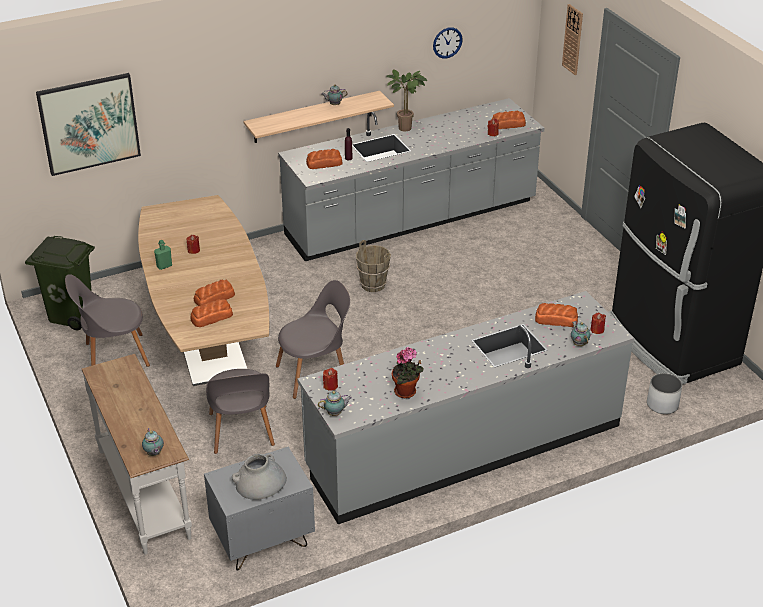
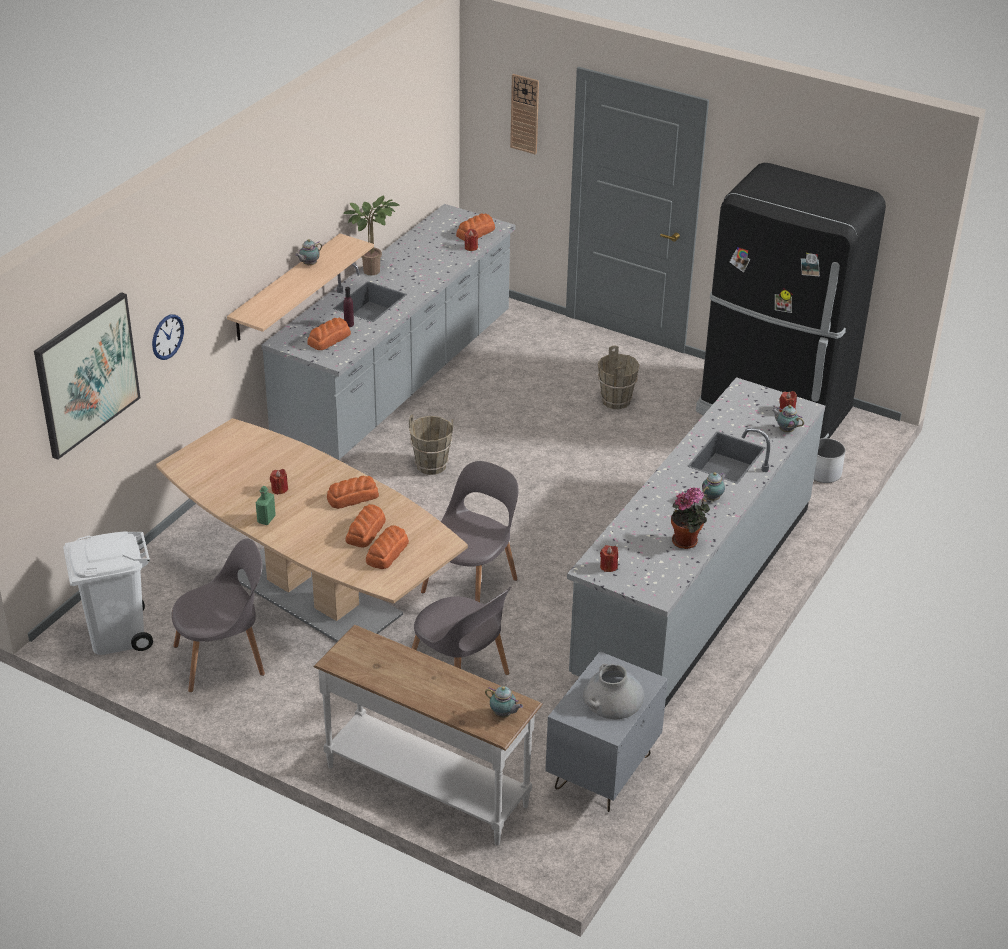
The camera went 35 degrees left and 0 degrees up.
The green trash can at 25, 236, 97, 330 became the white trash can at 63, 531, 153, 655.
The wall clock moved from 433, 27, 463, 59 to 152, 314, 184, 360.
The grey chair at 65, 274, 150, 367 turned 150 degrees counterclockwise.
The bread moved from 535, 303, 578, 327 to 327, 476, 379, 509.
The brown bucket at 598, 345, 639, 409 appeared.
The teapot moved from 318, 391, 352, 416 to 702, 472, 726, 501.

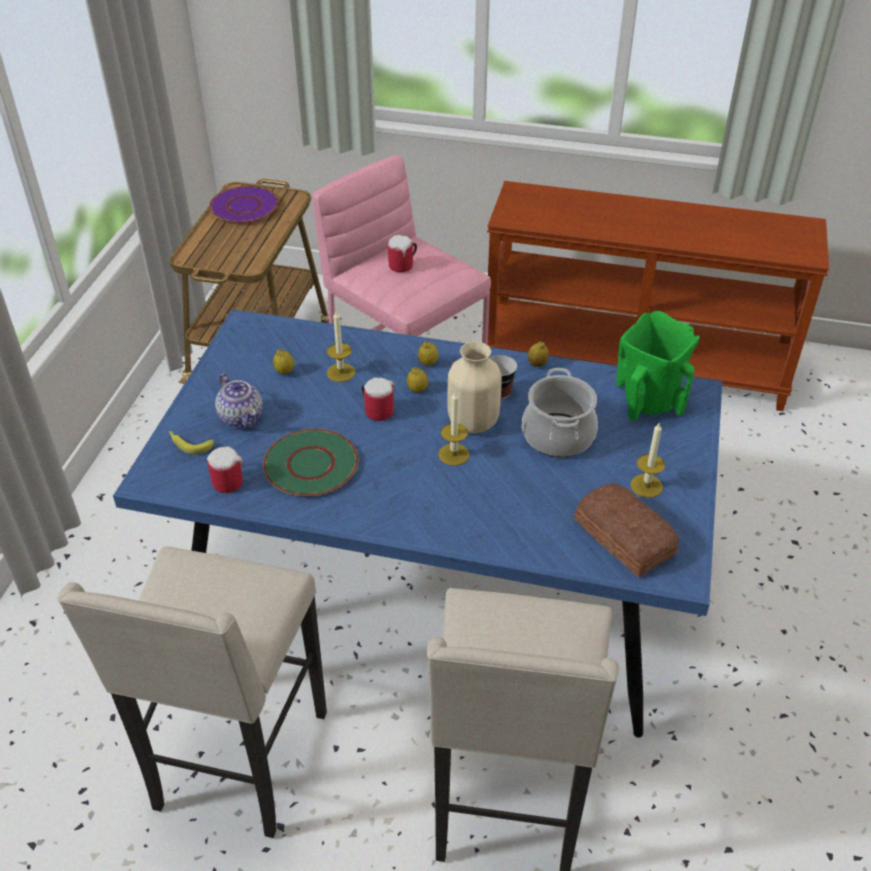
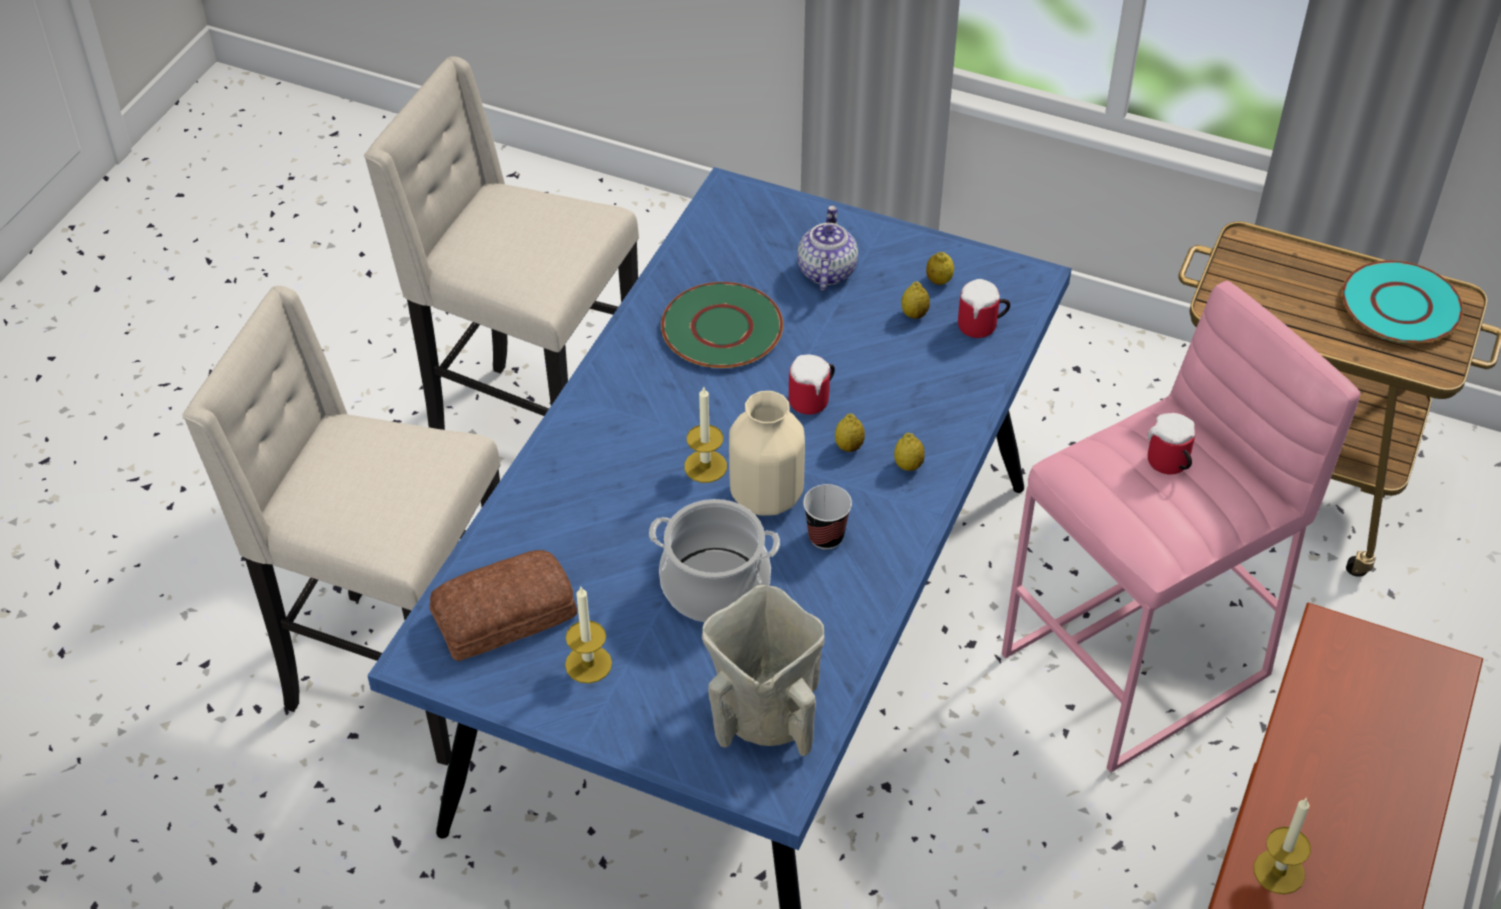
The camera went 100 degrees right and 5 degrees up.
The green vase at 616, 311, 700, 421 became the beige vase at 702, 585, 824, 756.
The teapot at 215, 373, 263, 428 turned 120 degrees clockwise.
The lemon moved from 528, 342, 549, 367 to 926, 252, 954, 285.
The mug moved from 207, 446, 243, 493 to 958, 279, 1010, 338.
The candle moved from 327, 311, 355, 382 to 1254, 797, 1311, 894.
The purple plate at 209, 186, 279, 223 became the turquoise plate at 1342, 260, 1463, 343.
The banana at 168, 431, 214, 455 disappeared.

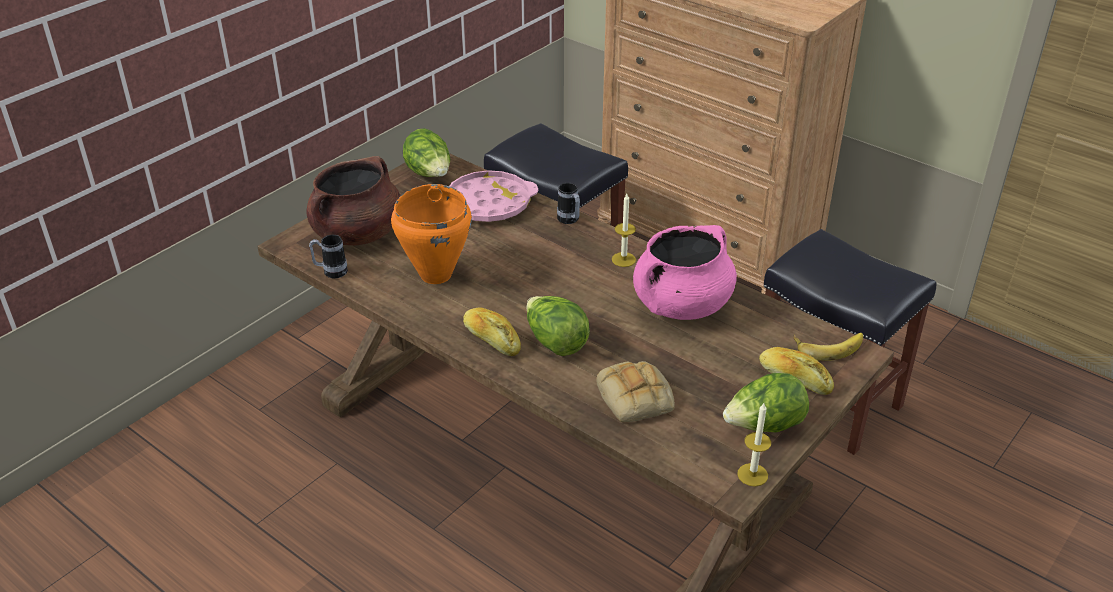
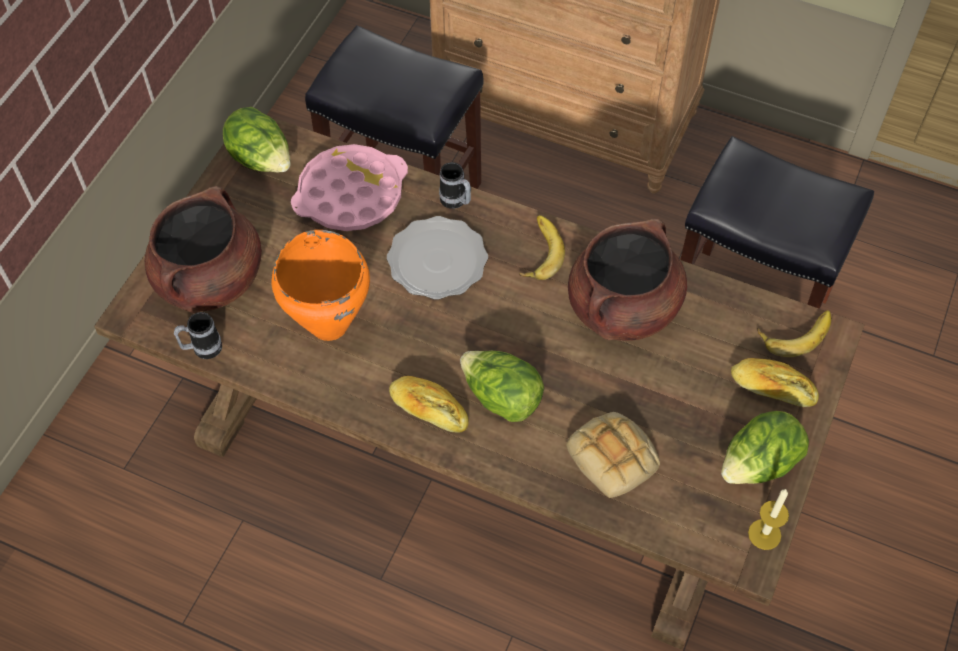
The camera went 15 degrees left and 20 degrees up.
The plate at 387, 216, 488, 300 appeared.
The candle at 612, 194, 636, 267 was replaced by the banana at 519, 215, 565, 280.
The pink cooking pot at 633, 225, 737, 320 became the brown cooking pot at 568, 219, 687, 341.

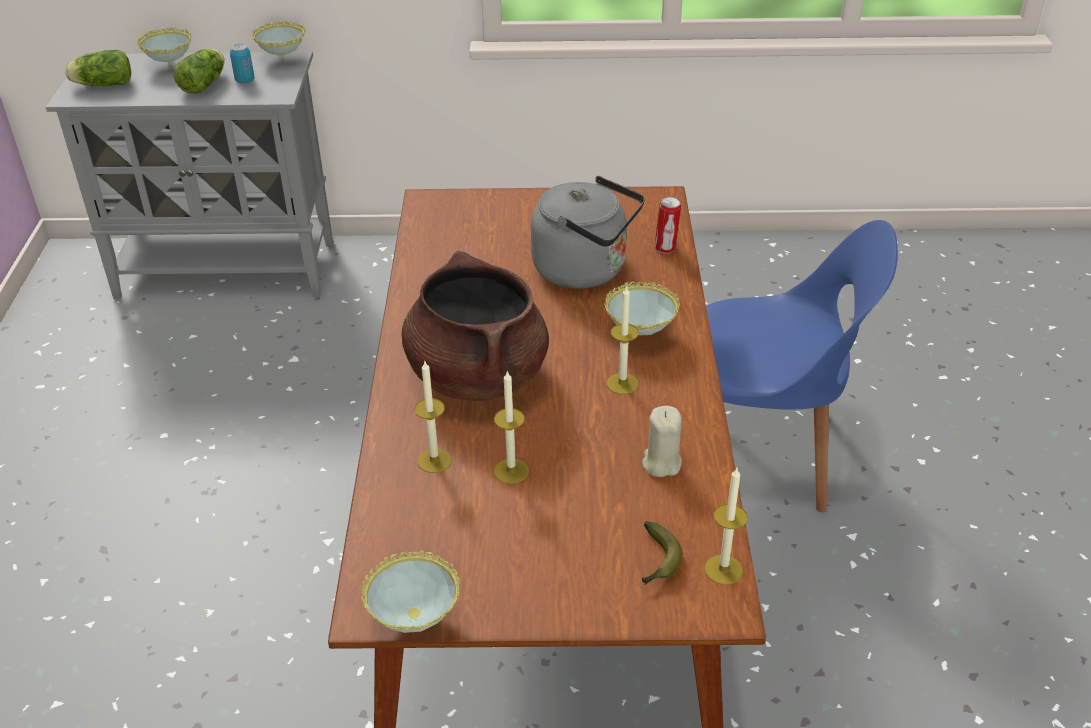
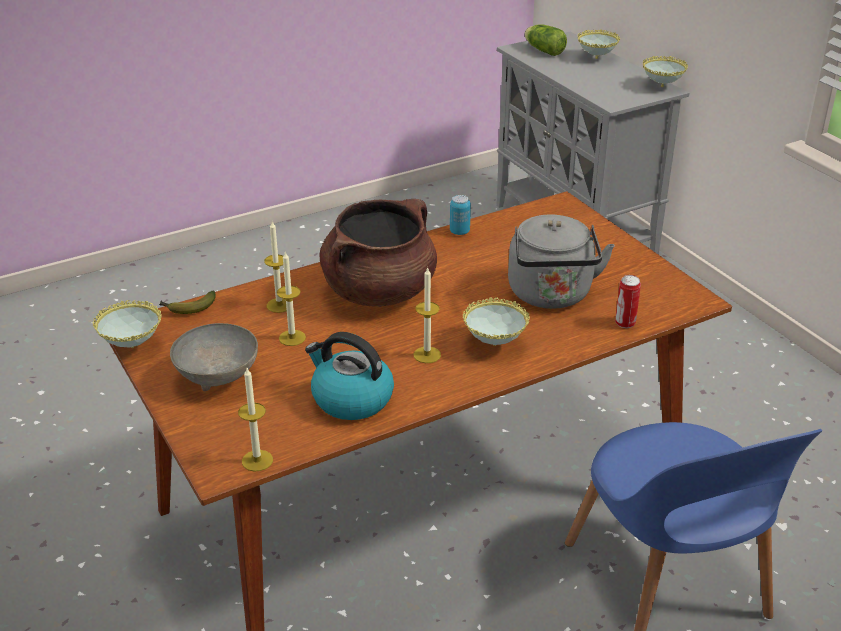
The camera went 60 degrees right and 5 degrees down.
The banana moved from 642, 521, 683, 585 to 159, 291, 216, 314.
The grey bowl at 170, 323, 258, 391 appeared.
The beige candle at 642, 406, 682, 477 was replaced by the kettle at 305, 332, 394, 420.
The can moved from 230, 44, 255, 84 to 450, 195, 471, 235.
The lettuce at 174, 49, 225, 94 disappeared.

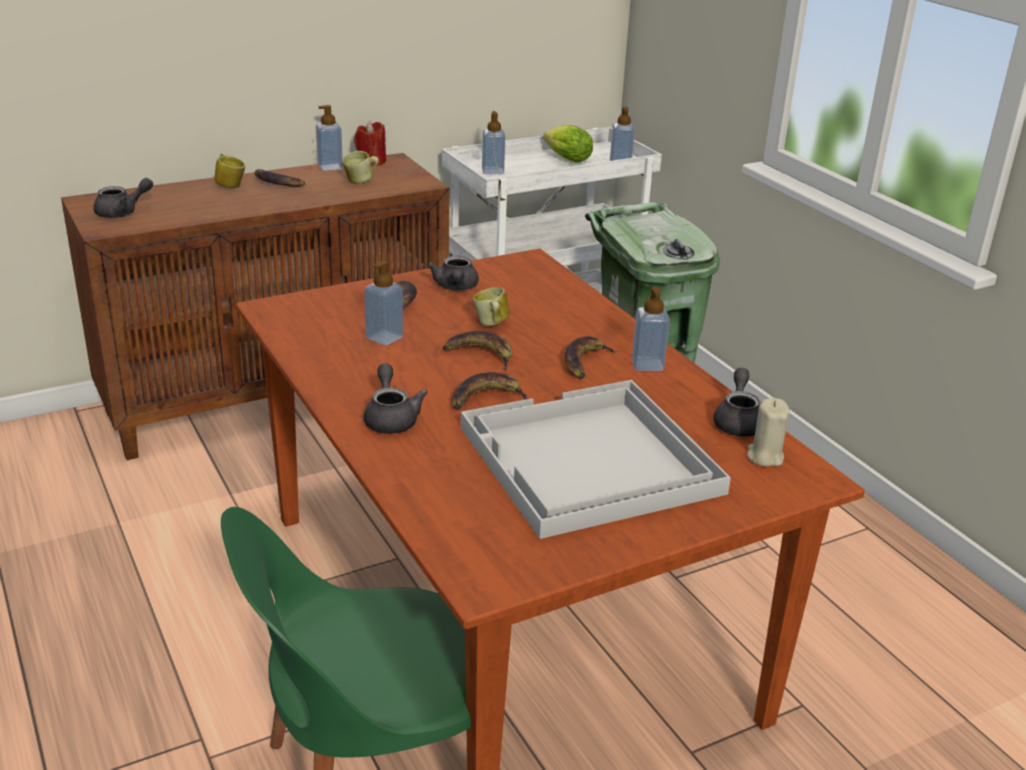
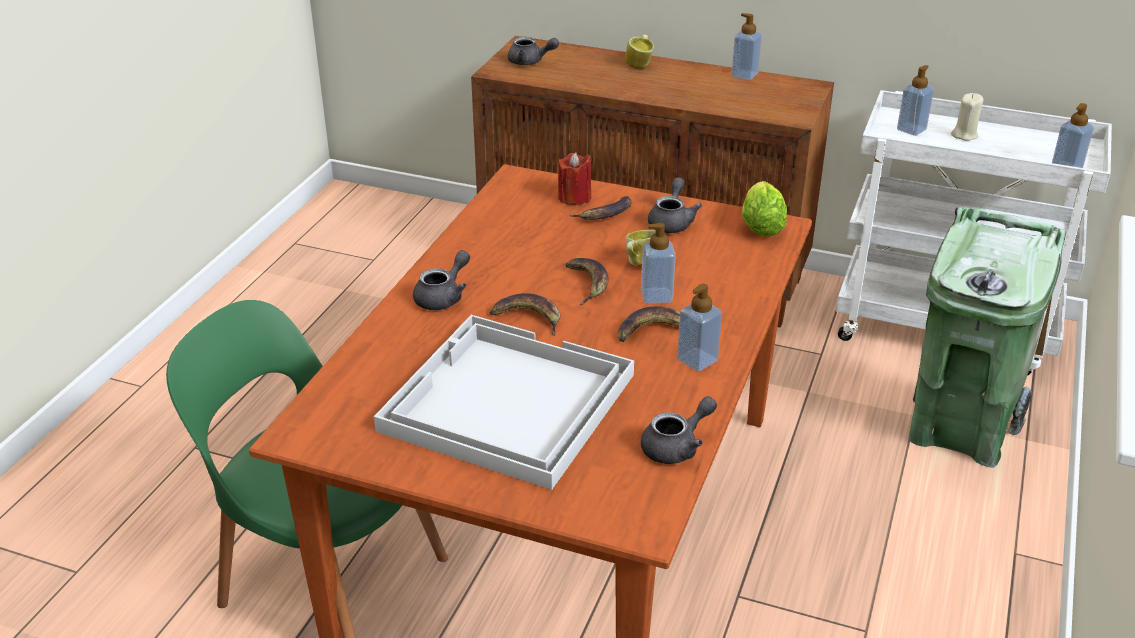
The camera went 50 degrees right and 5 degrees up.
The red candle moved from 354, 121, 386, 167 to 558, 152, 592, 205.
The soap dispenser moved from 364, 261, 404, 346 to 641, 223, 676, 304.
The grey teapot at 427, 256, 479, 291 turned 150 degrees clockwise.
The lettuce moved from 543, 125, 593, 162 to 742, 181, 787, 237.
The beige candle moved from 747, 398, 789, 467 to 951, 93, 983, 141.
The banana at 254, 169, 305, 187 disappeared.
The mug at 342, 151, 379, 184 disappeared.

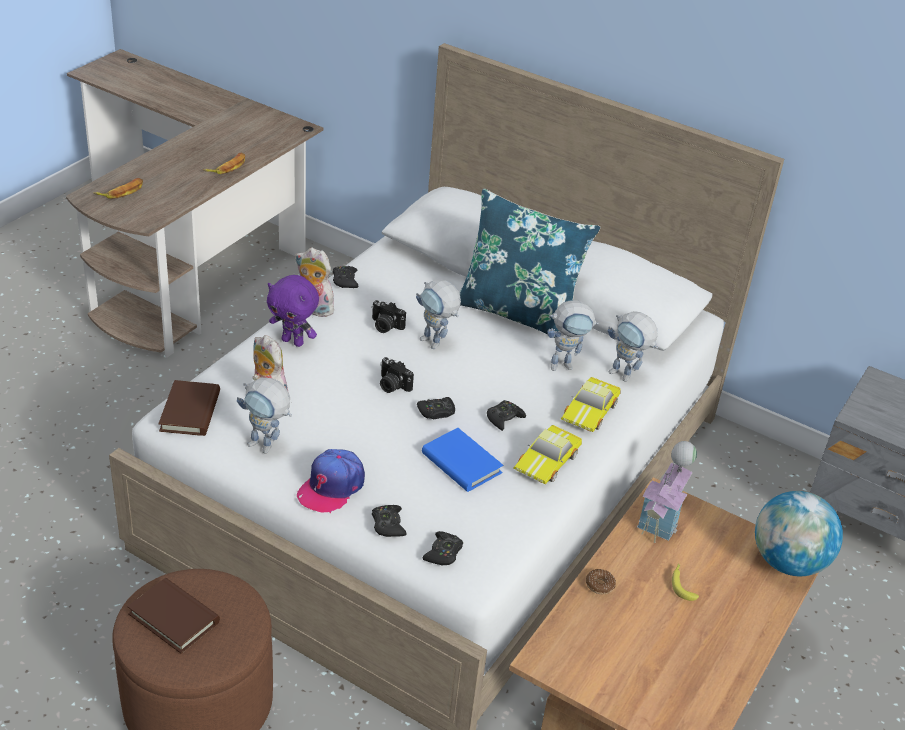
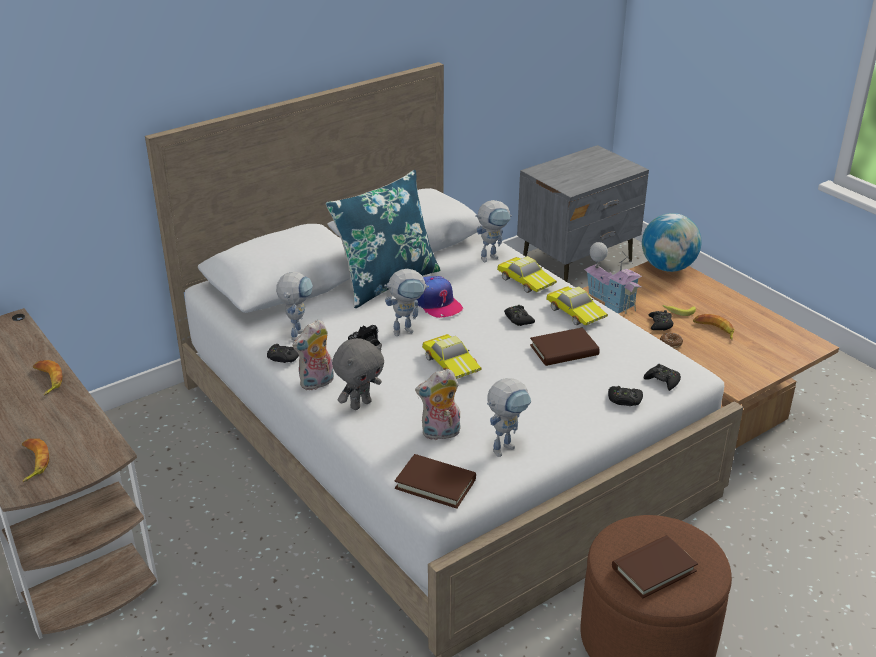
The camera went 65 degrees left and 5 degrees down.
The toy robot moved from 547, 300, 599, 371 to 276, 272, 313, 341.
The purple plush toy at 267, 275, 319, 347 became the grey plush toy at 332, 338, 384, 410.
The cap moved from 297, 449, 365, 513 to 417, 276, 463, 318.
The photo camera at 380, 357, 414, 393 was replaced by the toy car at 422, 334, 482, 379.
The blue book at 422, 428, 503, 492 became the brown book at 530, 327, 600, 366.
The black game controller moved from 417, 397, 455, 419 to 649, 310, 673, 331.
The banana at 693, 314, 734, 340 appeared.

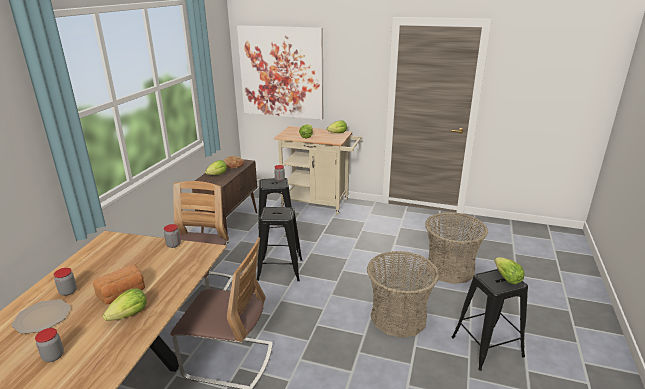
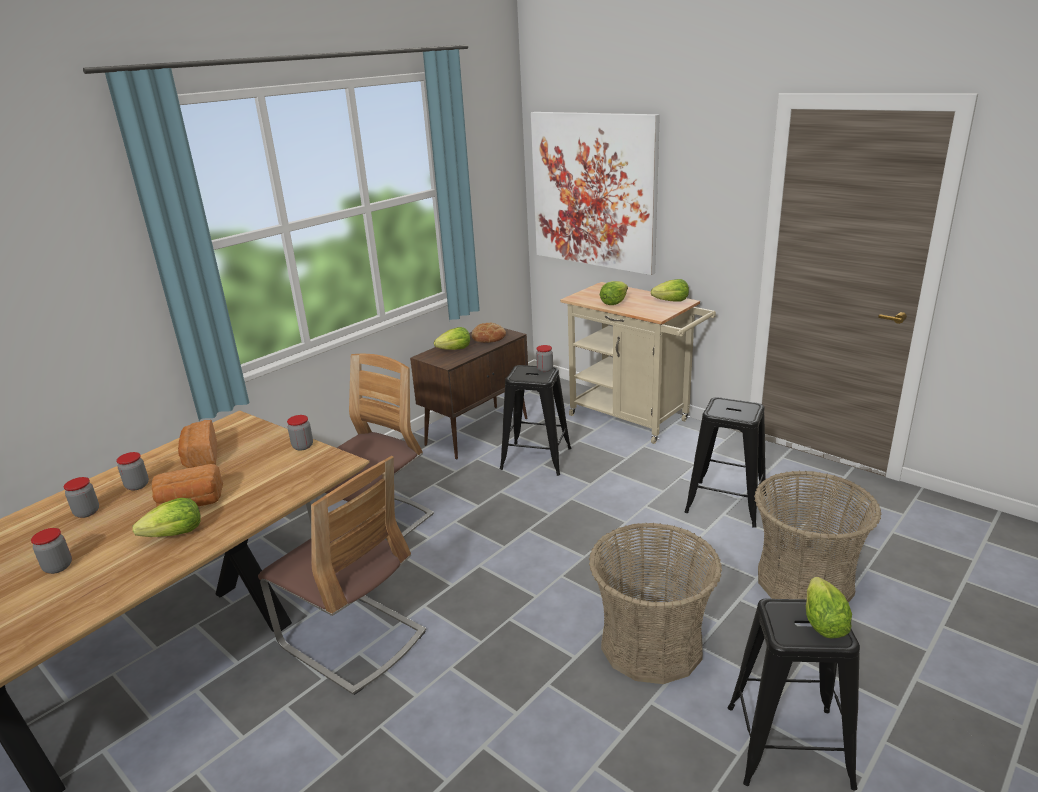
The camera went 25 degrees right and 0 degrees up.
The plate at 11, 299, 71, 334 was replaced by the jar at 63, 477, 99, 518.
The bread at 178, 420, 217, 468 appeared.
The black stool moved from 257, 207, 302, 281 to 684, 397, 767, 528.

